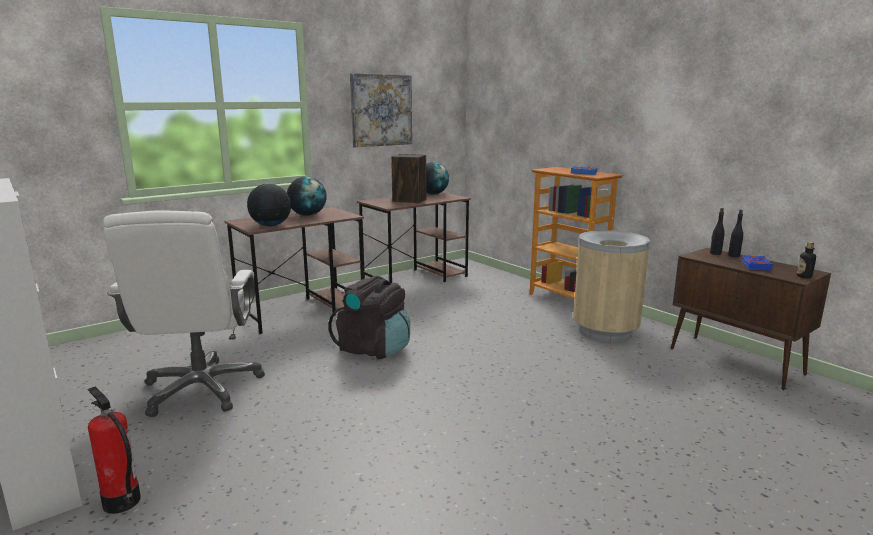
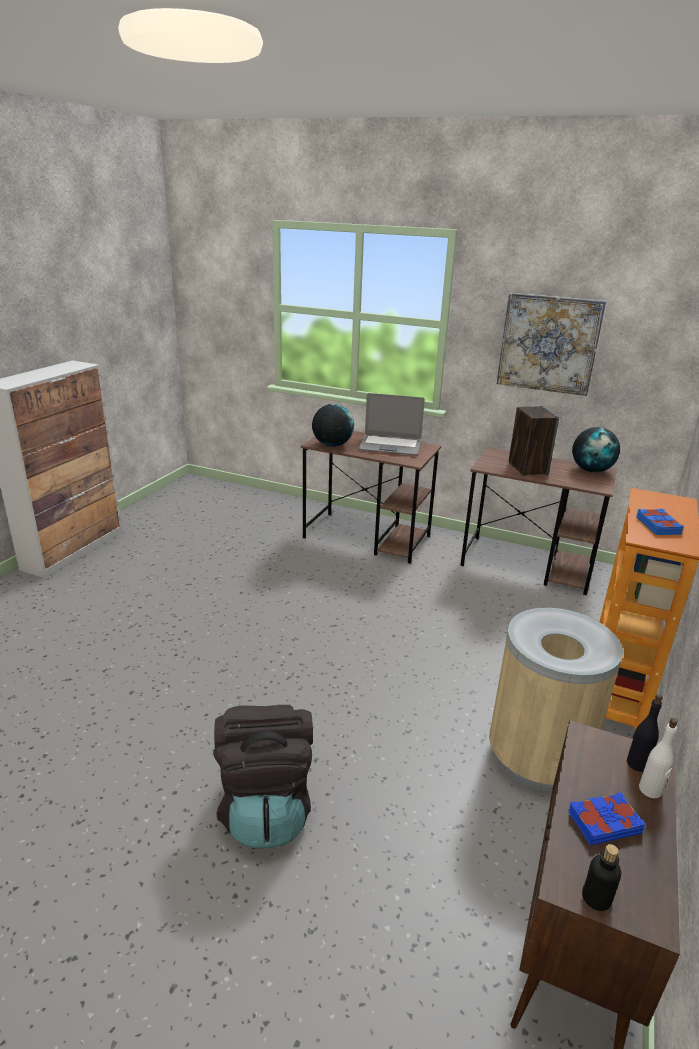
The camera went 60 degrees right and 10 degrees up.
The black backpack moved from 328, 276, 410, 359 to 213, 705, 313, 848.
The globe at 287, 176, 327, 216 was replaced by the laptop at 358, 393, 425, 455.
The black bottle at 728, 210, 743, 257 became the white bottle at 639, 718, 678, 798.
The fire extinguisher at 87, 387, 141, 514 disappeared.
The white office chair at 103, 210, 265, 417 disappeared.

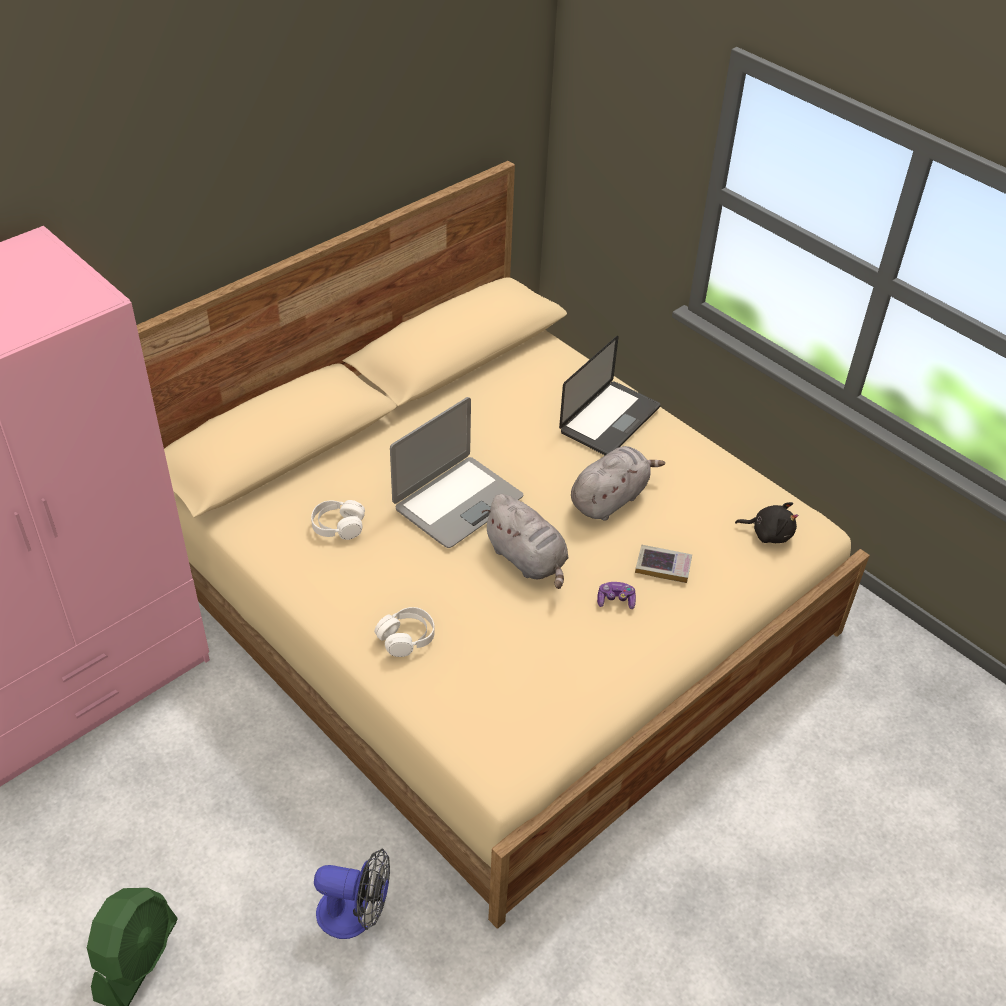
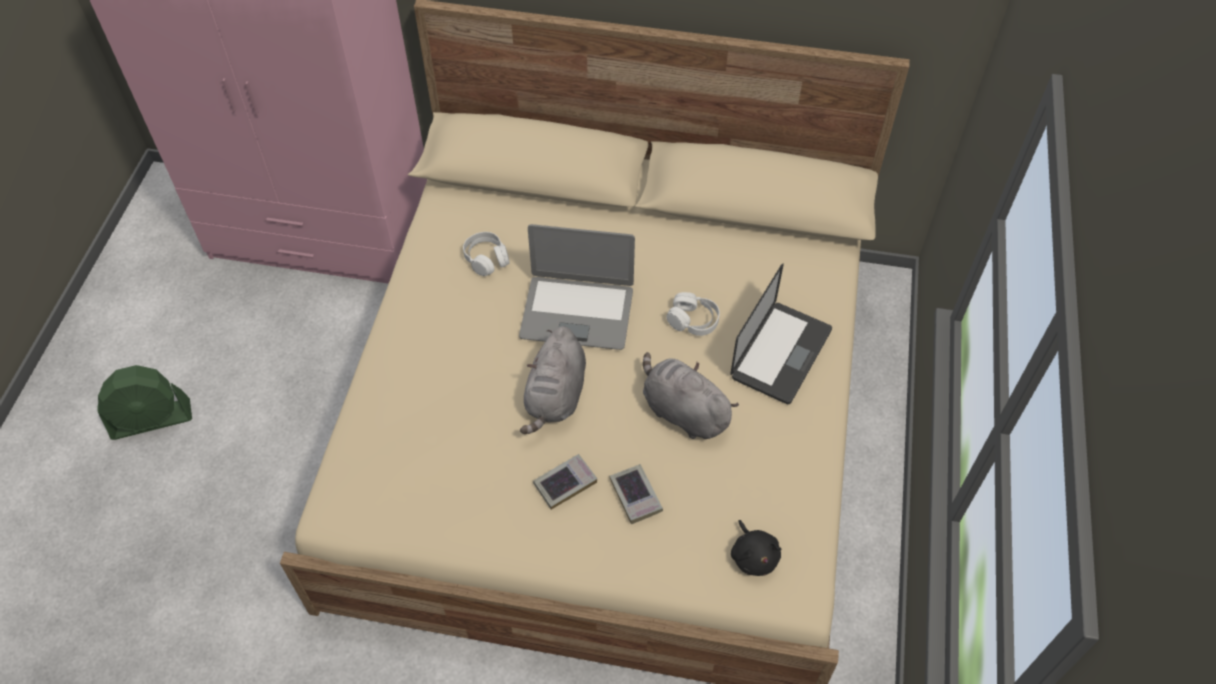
The camera went 55 degrees right and 10 degrees up.
The game controller at 597, 582, 636, 609 was replaced by the book at 533, 454, 597, 510.
The grey plush toy at 571, 446, 665, 521 turned 150 degrees counterclockwise.
The white headphones moved from 374, 607, 435, 657 to 666, 292, 720, 336.
The laptop at 559, 336, 660, 455 turned 60 degrees counterclockwise.
The fan at 314, 849, 390, 939 disappeared.

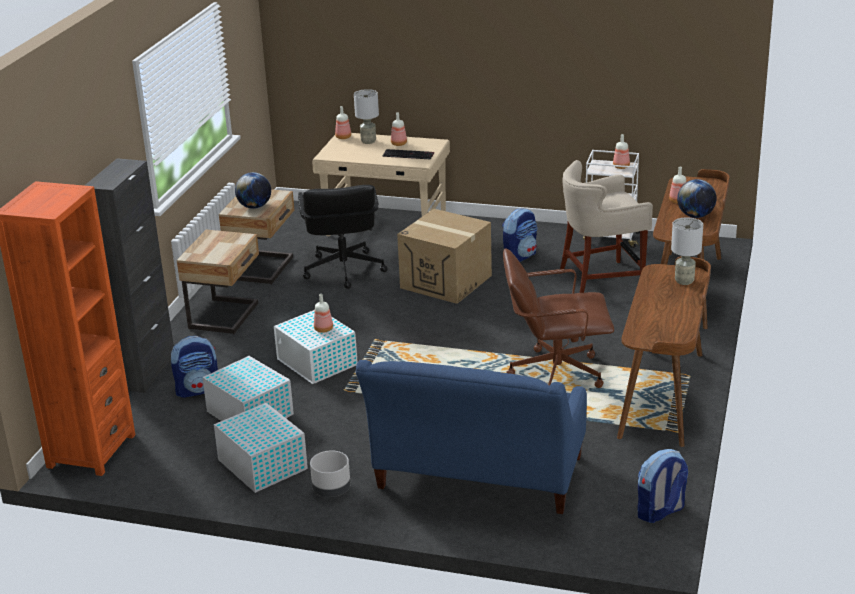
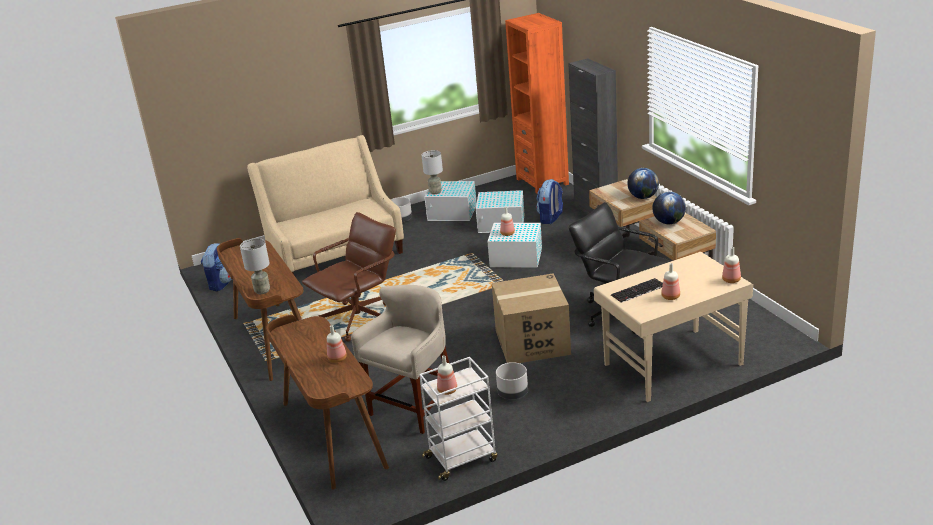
The camera went 140 degrees right and 0 degrees up.
The blue sofa at 356, 360, 587, 514 became the beige sofa at 247, 135, 404, 274.
The grey table lamp moved from 354, 89, 379, 144 to 422, 150, 443, 194.
The backpack at 502, 208, 537, 262 was replaced by the grey planter at 496, 362, 528, 399.
The globe moved from 677, 179, 716, 218 to 627, 168, 659, 199.

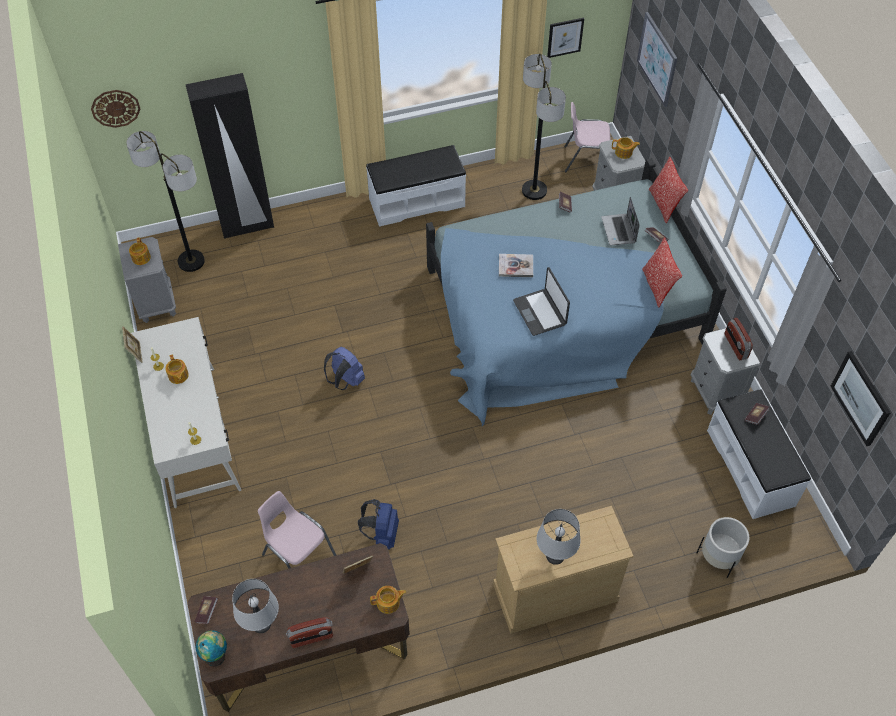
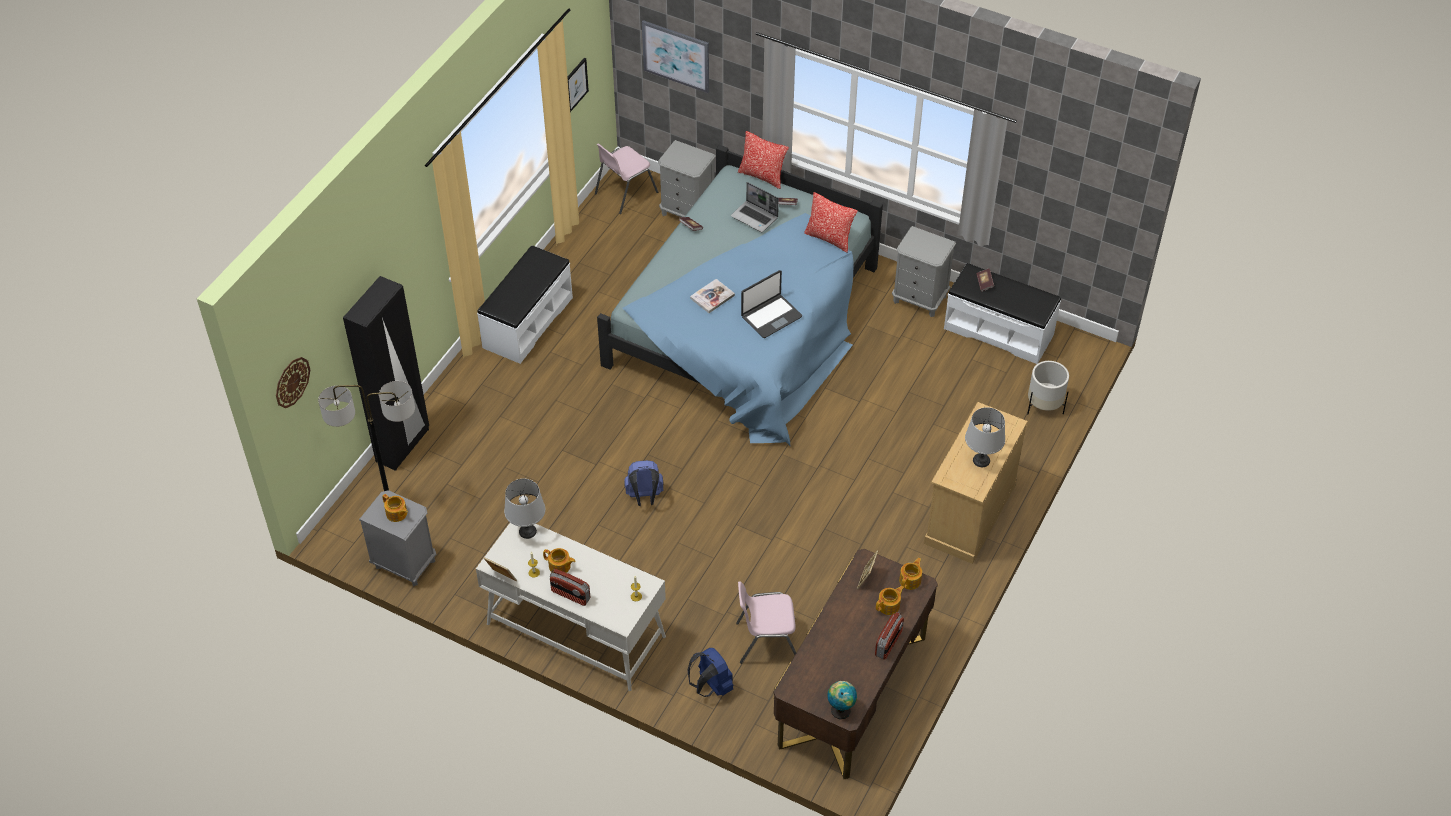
The camera went 45 degrees left and 5 degrees down.
The grey table lamp moved from 232, 579, 279, 633 to 504, 479, 545, 539.
The radio moved from 725, 317, 753, 360 to 550, 569, 590, 606.
The blue backpack moved from 358, 499, 399, 550 to 687, 648, 733, 697.
The laptop at 513, 267, 570, 336 turned 60 degrees counterclockwise.
The teapot moved from 612, 137, 640, 159 to 876, 586, 904, 615.
The book at 194, 596, 218, 624 disappeared.
The floor lamp at 522, 54, 566, 200 disappeared.
The picture at 830, 351, 890, 446 disappeared.

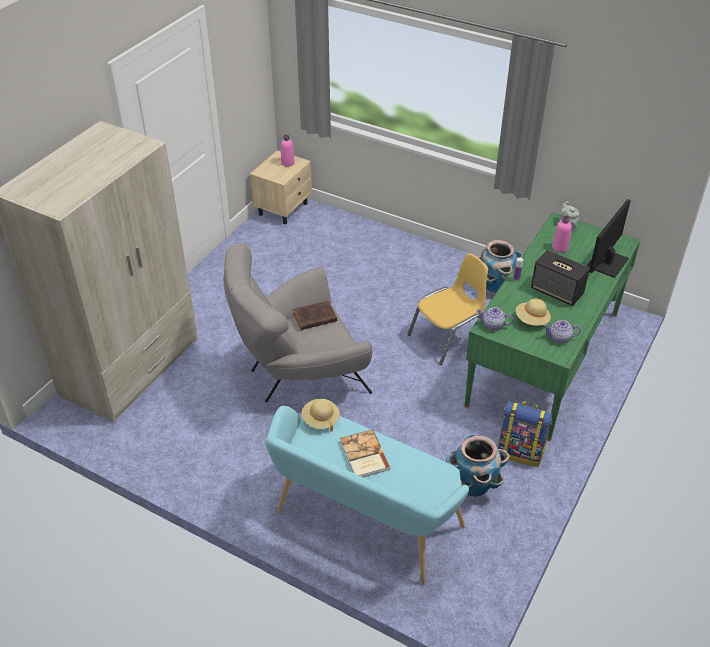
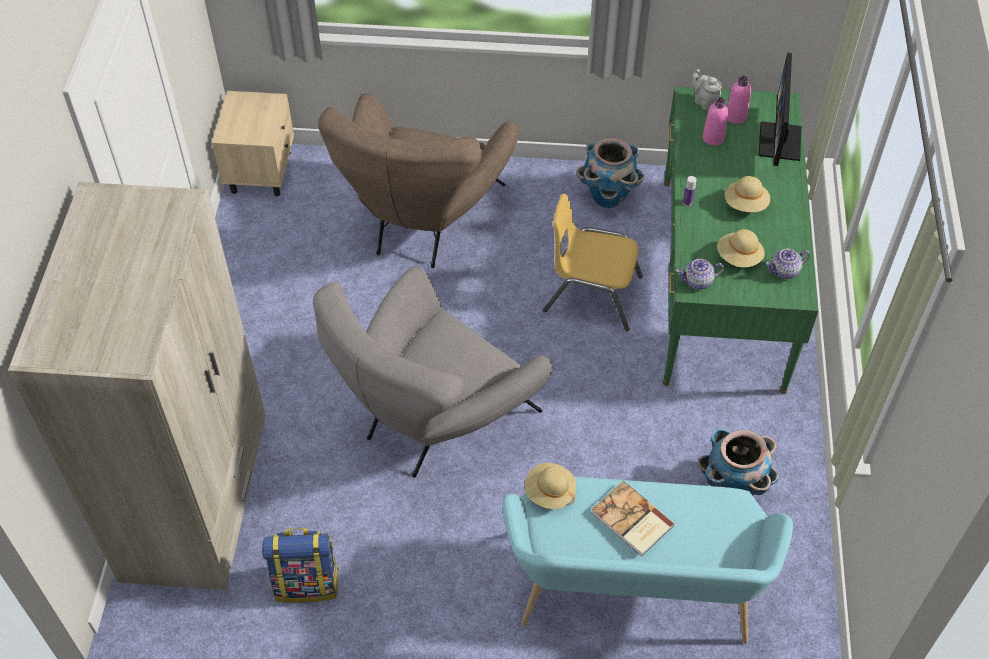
The camera went 25 degrees left and 10 degrees up.
The backpack moved from 498, 401, 552, 467 to 262, 528, 339, 603.
The brown armchair at 318, 93, 519, 268 appeared.
The yellow chair at 407, 253, 488, 365 turned 105 degrees counterclockwise.
The speaker at 531, 250, 590, 306 was replaced by the beige hat at 725, 176, 770, 212.
The pink bottle moved from 281, 135, 295, 167 to 727, 76, 751, 124.
The brown book at 293, 301, 337, 330 disappeared.

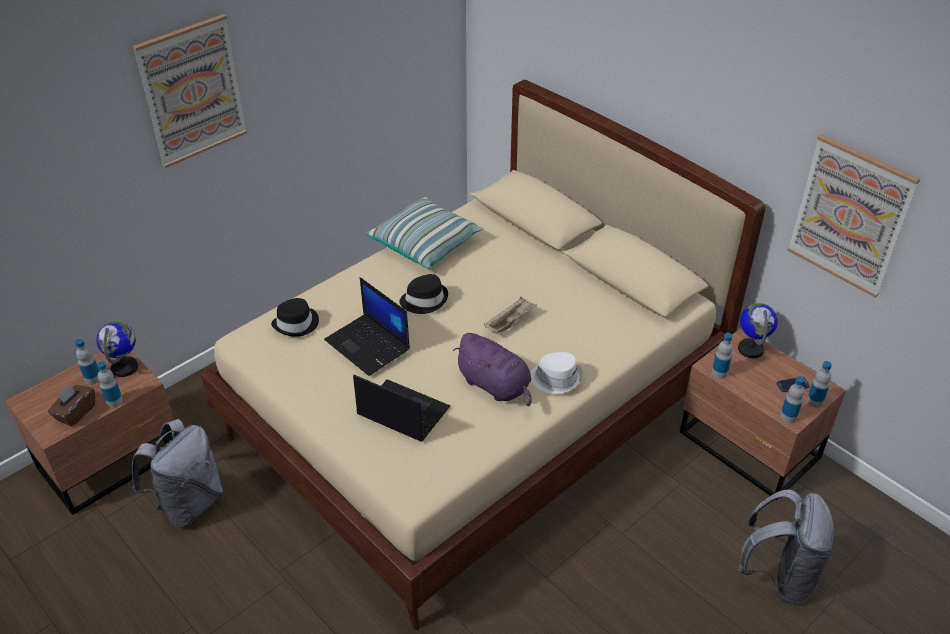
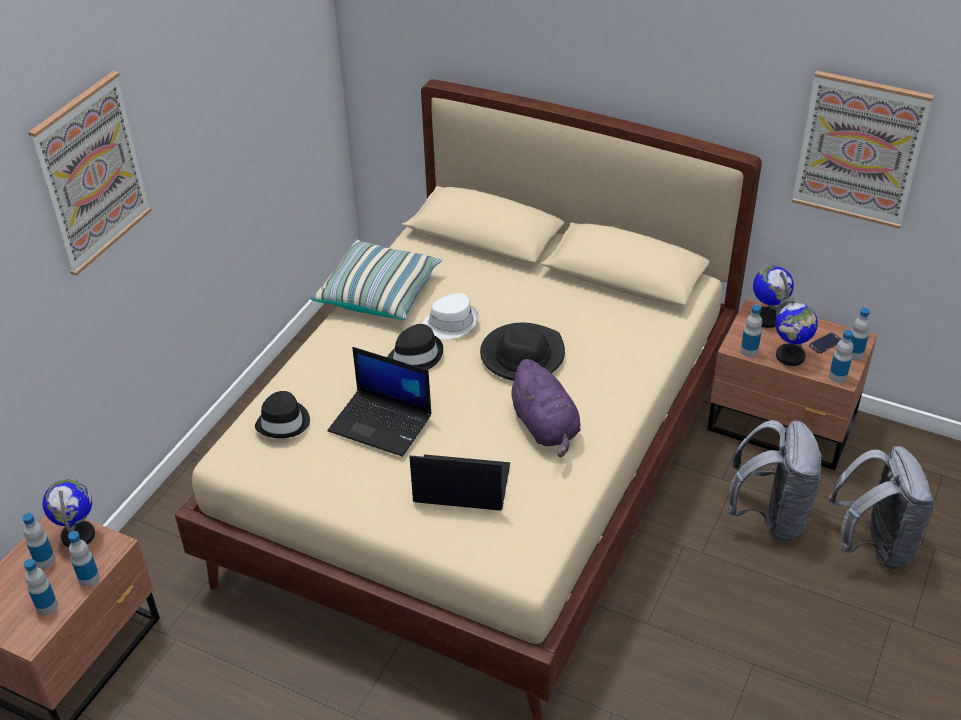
The camera went 20 degrees left and 0 degrees up.
The brown tissue box at 48, 384, 95, 427 was replaced by the bottle at 24, 559, 58, 615.
The white hat moved from 530, 352, 583, 394 to 422, 293, 478, 339.
The beige tray at 484, 297, 537, 333 was replaced by the black hat at 480, 323, 565, 381.
The purple plush toy at 453, 333, 532, 406 turned 45 degrees clockwise.
The grey backpack moved from 132, 419, 223, 528 to 727, 420, 823, 541.
The globe at 775, 298, 818, 366 appeared.

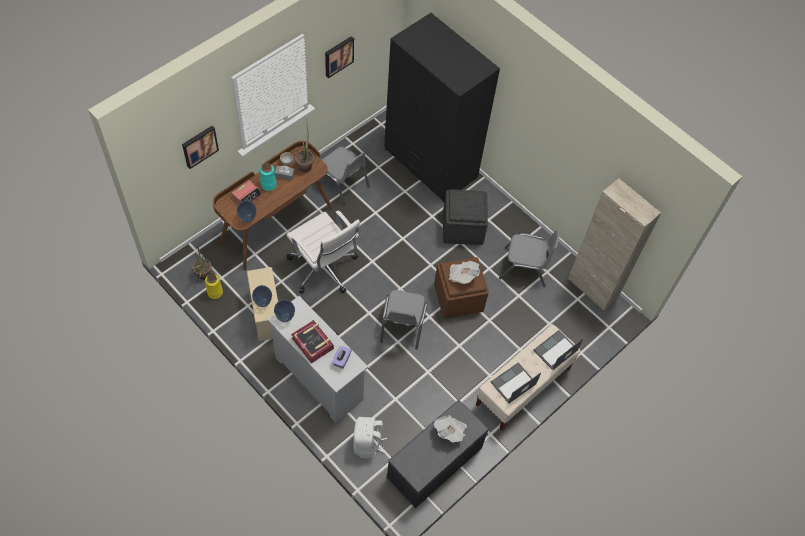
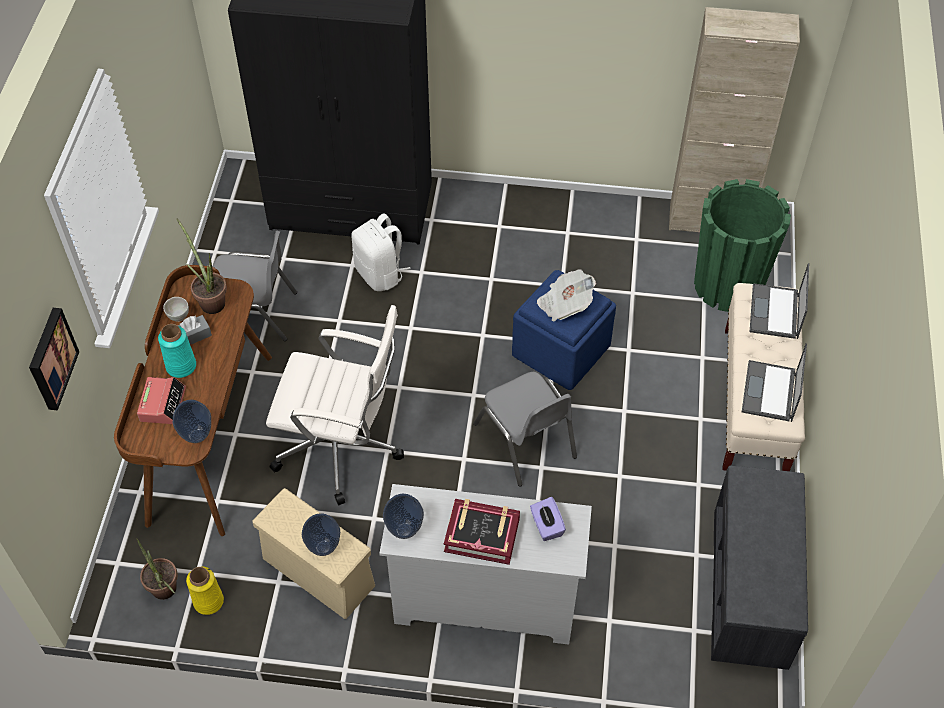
The camera went 35 degrees left and 5 degrees down.
The white backpack moved from 353, 417, 387, 459 to 351, 213, 411, 291.
The brown ottoman at 434, 257, 489, 318 became the blue ottoman at 512, 270, 616, 390.
The green planter at 694, 179, 791, 312 appeared.
The picture at 325, 36, 354, 78 disappeared.
The newspaper at 434, 415, 467, 443 disappeared.
The grey ottoman at 443, 190, 488, 245 disappeared.
The grey chair at 499, 230, 560, 287 disappeared.

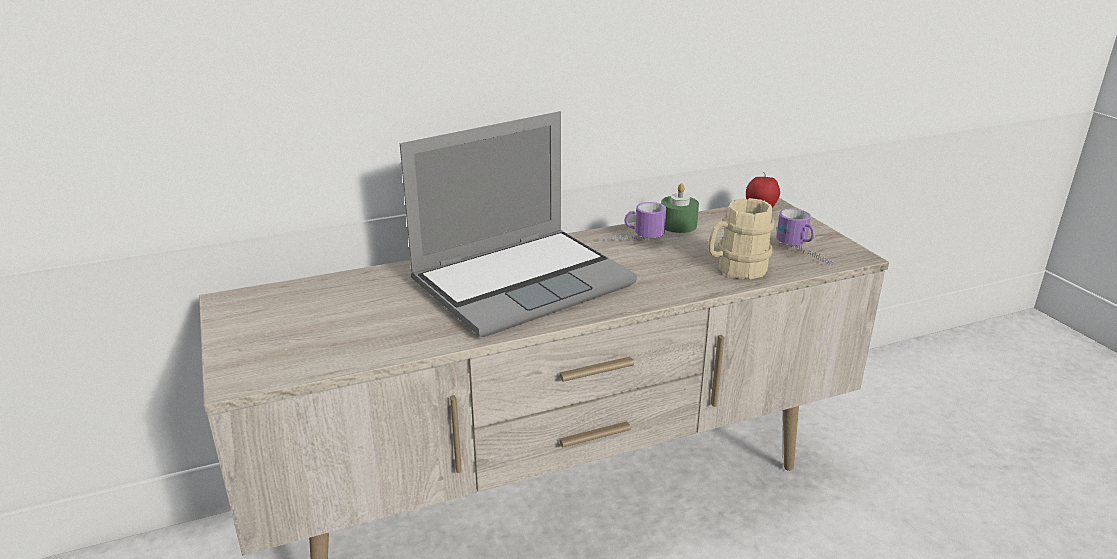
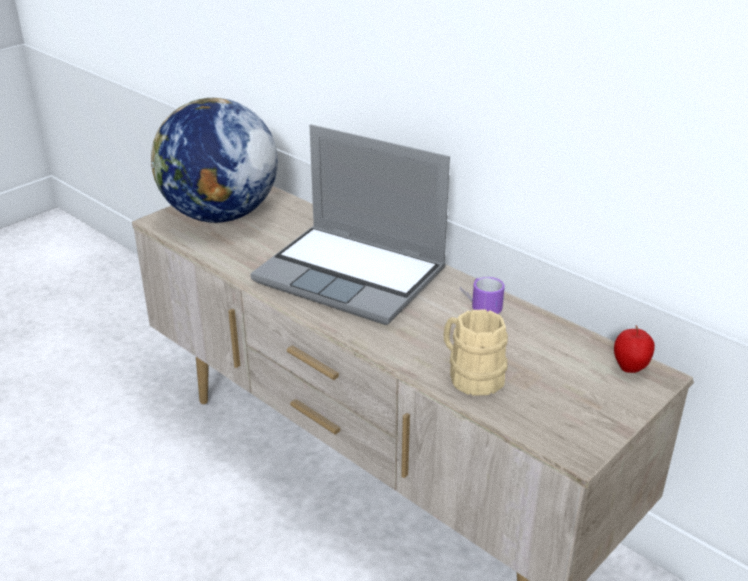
The camera went 65 degrees right and 5 degrees up.
The globe at 151, 98, 278, 223 appeared.
The green candle at 661, 183, 699, 233 disappeared.
The mug at 776, 209, 833, 266 disappeared.

